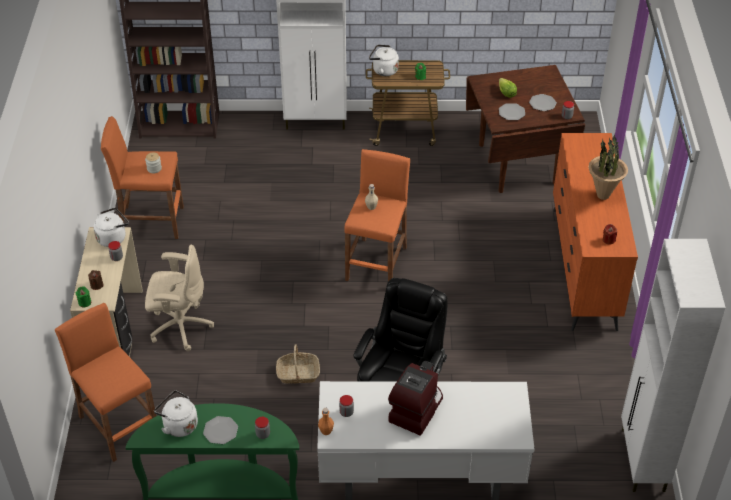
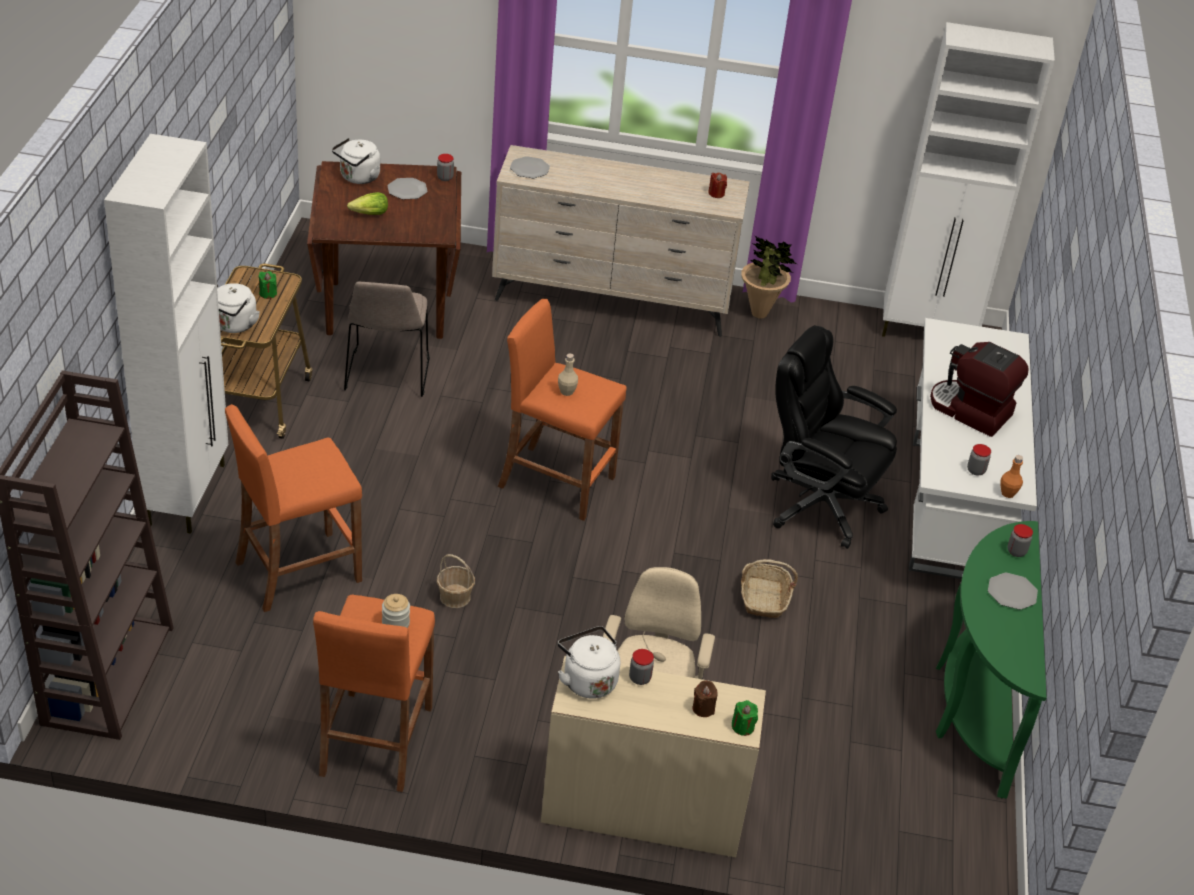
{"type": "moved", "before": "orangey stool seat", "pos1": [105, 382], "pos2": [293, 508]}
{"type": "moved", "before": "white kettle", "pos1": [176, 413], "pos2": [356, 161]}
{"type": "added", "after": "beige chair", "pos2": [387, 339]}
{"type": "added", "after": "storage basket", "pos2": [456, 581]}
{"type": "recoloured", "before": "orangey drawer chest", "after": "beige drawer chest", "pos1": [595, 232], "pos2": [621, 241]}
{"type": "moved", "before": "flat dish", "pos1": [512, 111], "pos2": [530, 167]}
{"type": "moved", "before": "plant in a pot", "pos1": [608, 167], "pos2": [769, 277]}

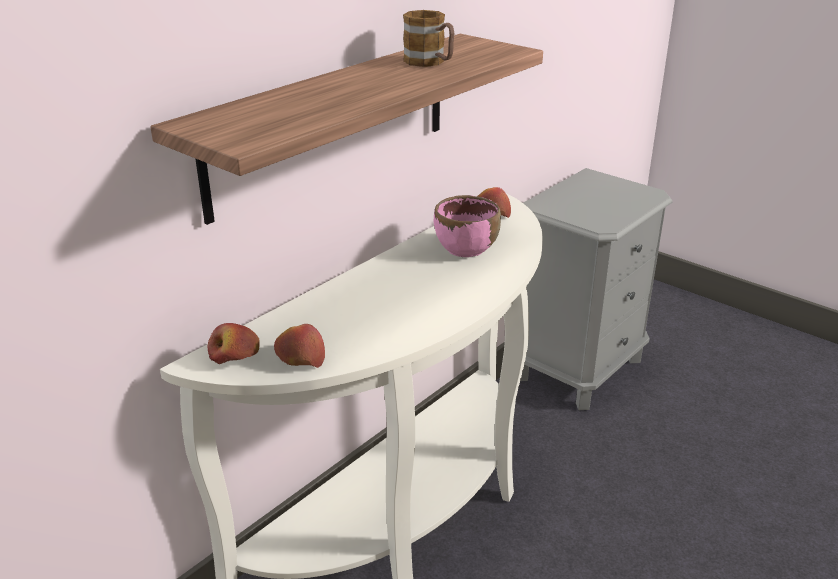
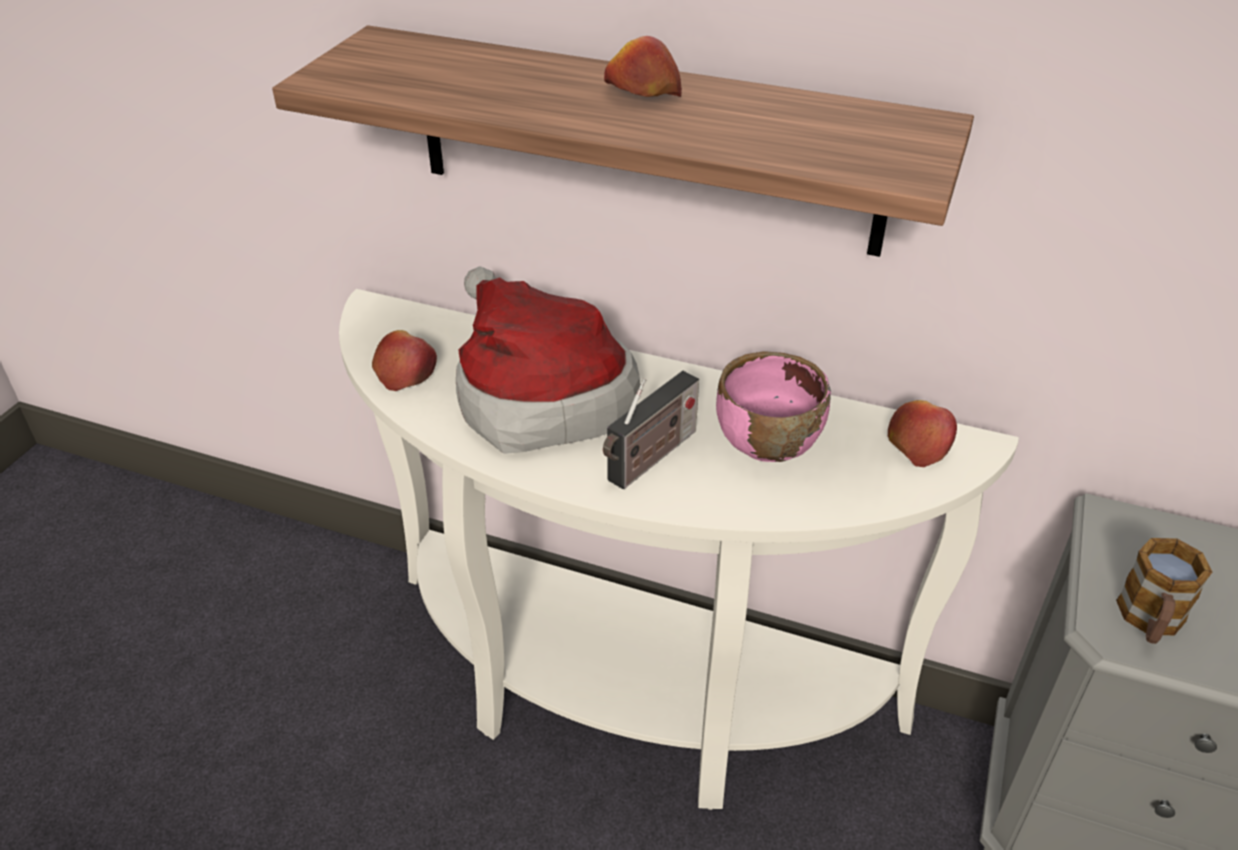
{"type": "added", "after": "clothing hat", "pos2": [548, 360]}
{"type": "added", "after": "radio", "pos2": [651, 430]}
{"type": "moved", "before": "apple", "pos1": [233, 343], "pos2": [643, 66]}
{"type": "moved", "before": "tea mug", "pos1": [428, 38], "pos2": [1164, 591]}

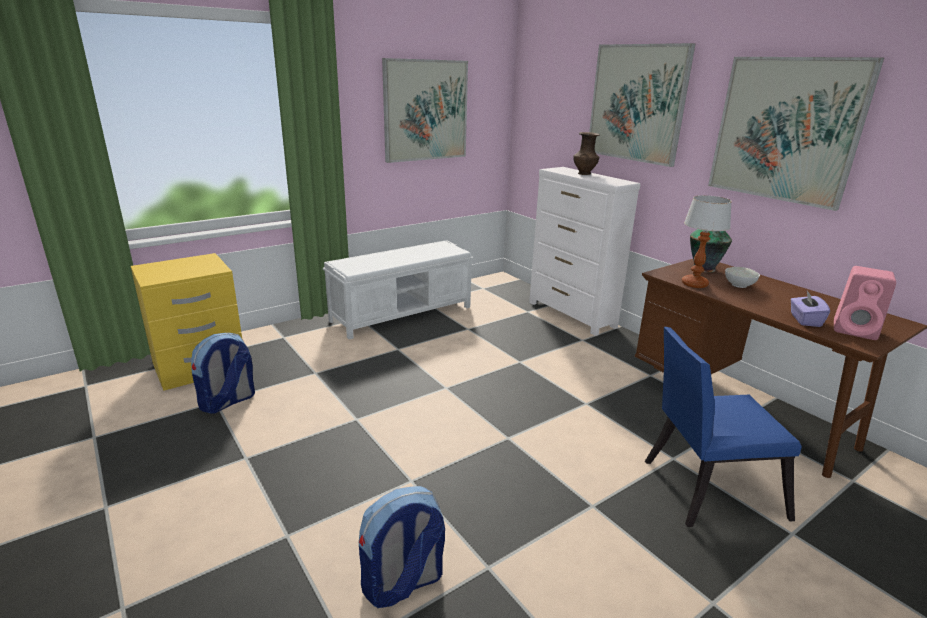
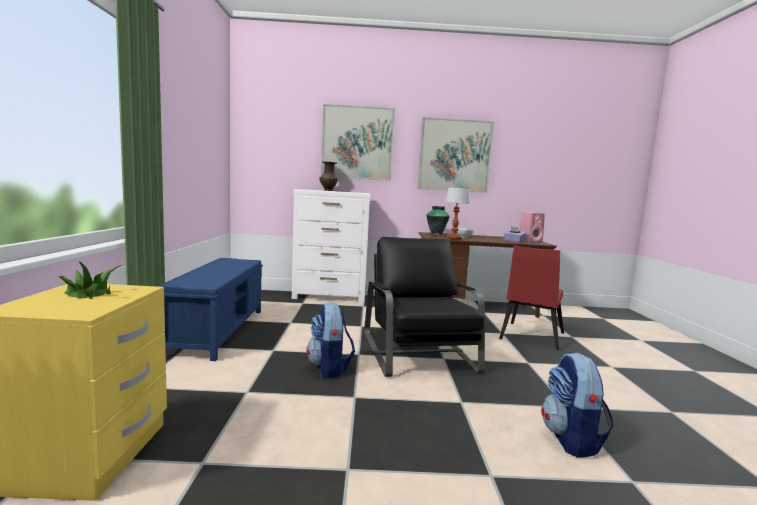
{"type": "added", "after": "plant in a pot", "pos2": [90, 280]}
{"type": "recoloured", "before": "white long seat", "after": "bluish long seat", "pos1": [398, 289], "pos2": [210, 309]}
{"type": "moved", "before": "knapsack", "pos1": [223, 373], "pos2": [330, 340]}
{"type": "added", "after": "blackish easy chair", "pos2": [424, 307]}
{"type": "recoloured", "before": "bluish chair", "after": "red chair", "pos1": [723, 427], "pos2": [531, 297]}
{"type": "removed", "before": "wall art", "pos1": [425, 110]}

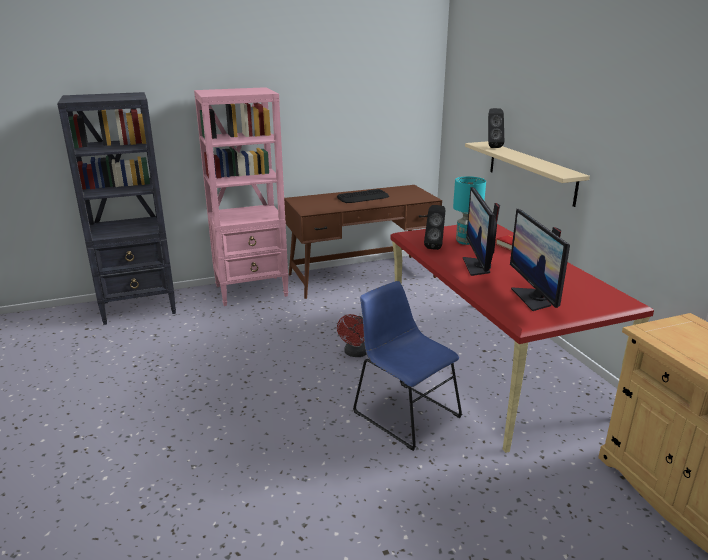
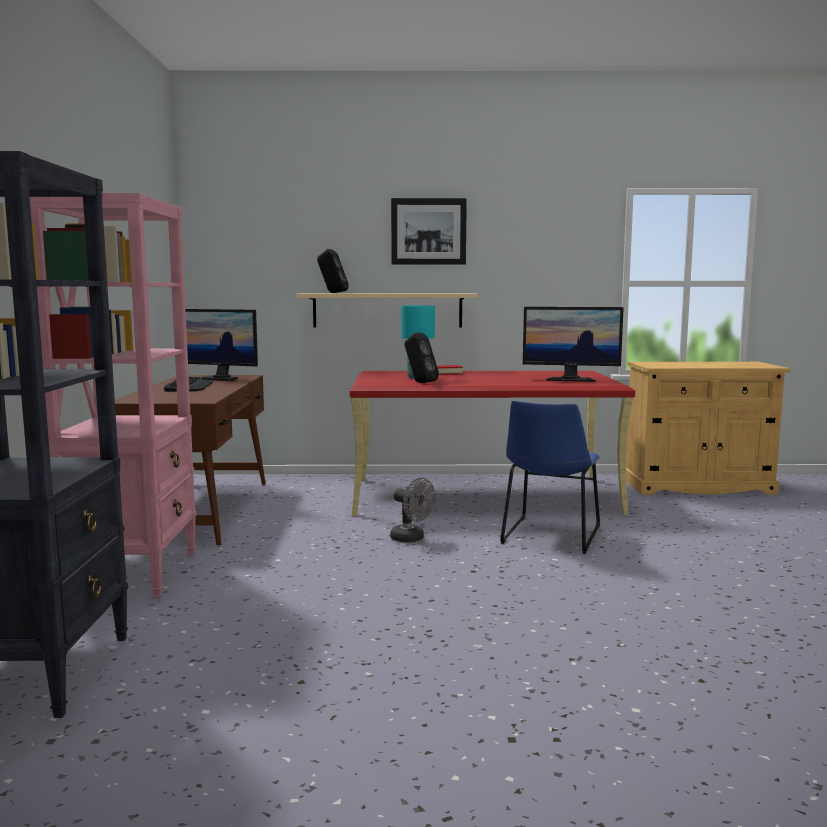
{"type": "moved", "before": "monitor", "pos1": [481, 231], "pos2": [221, 345]}
{"type": "recoloured", "before": "red fan", "after": "greyish fan", "pos1": [352, 335], "pos2": [413, 510]}
{"type": "added", "after": "wall art", "pos2": [429, 231]}
{"type": "turned", "before": "bluish chair", "pos1": [407, 366], "pos2": [550, 477], "turn": -45}

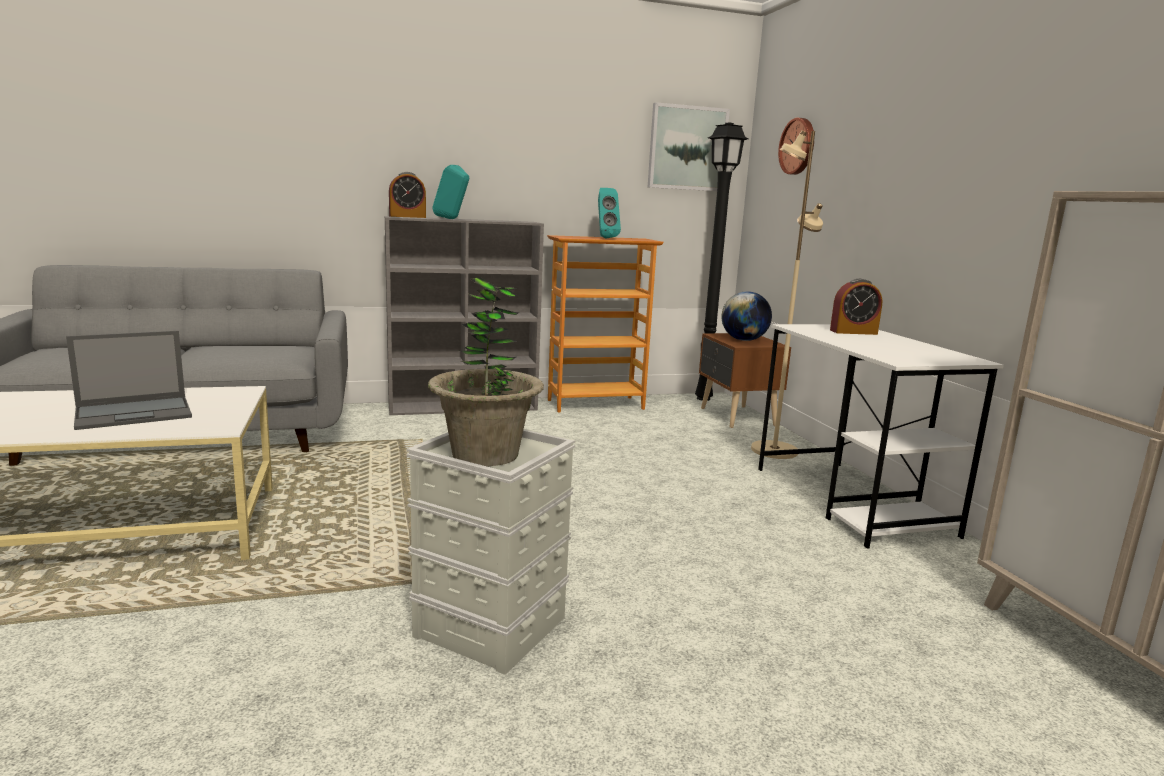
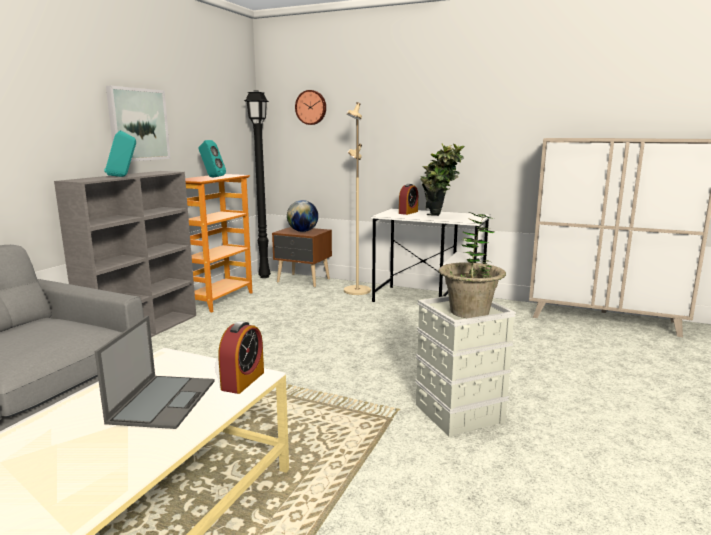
{"type": "moved", "before": "wall art", "pos1": [689, 146], "pos2": [138, 123]}
{"type": "moved", "before": "alarm clock", "pos1": [407, 195], "pos2": [241, 357]}
{"type": "added", "after": "plant in a pot", "pos2": [442, 179]}

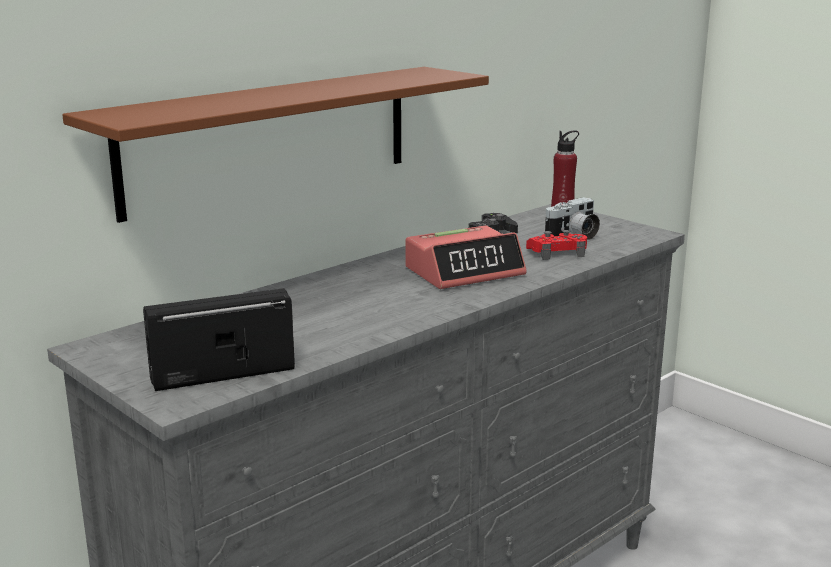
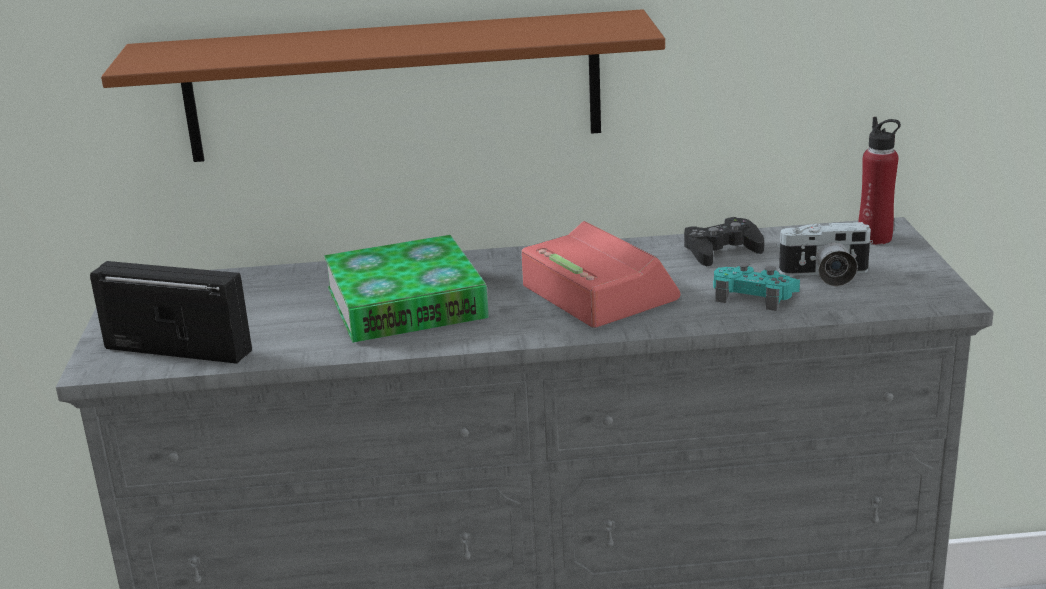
{"type": "added", "after": "bound book", "pos2": [406, 289]}
{"type": "turned", "before": "alarm clock", "pos1": [466, 257], "pos2": [600, 274], "turn": -135}
{"type": "recoloured", "before": "red joypad", "after": "blue-green joypad", "pos1": [556, 245], "pos2": [756, 286]}

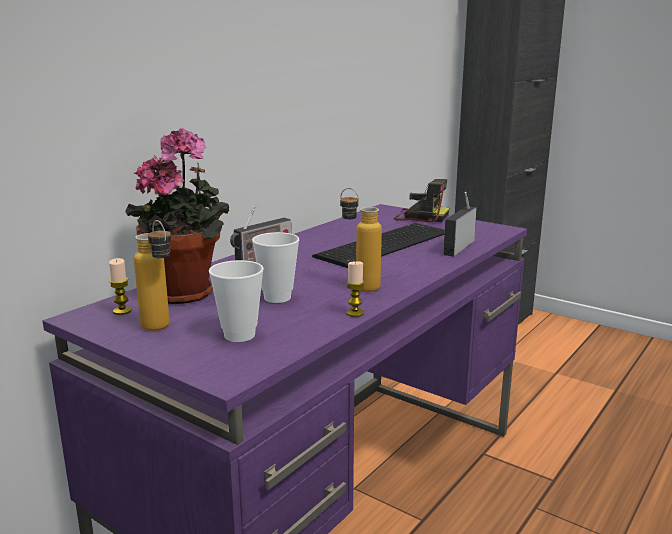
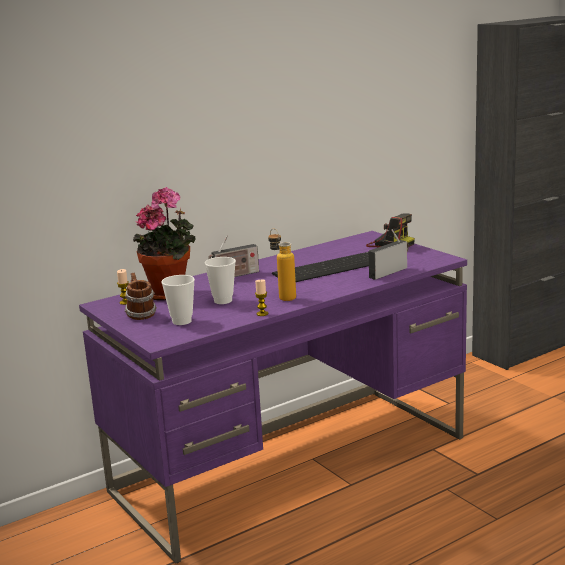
{"type": "replaced", "before": "drink bottle", "after": "tea mug", "pos1": [152, 275], "pos2": [141, 296]}

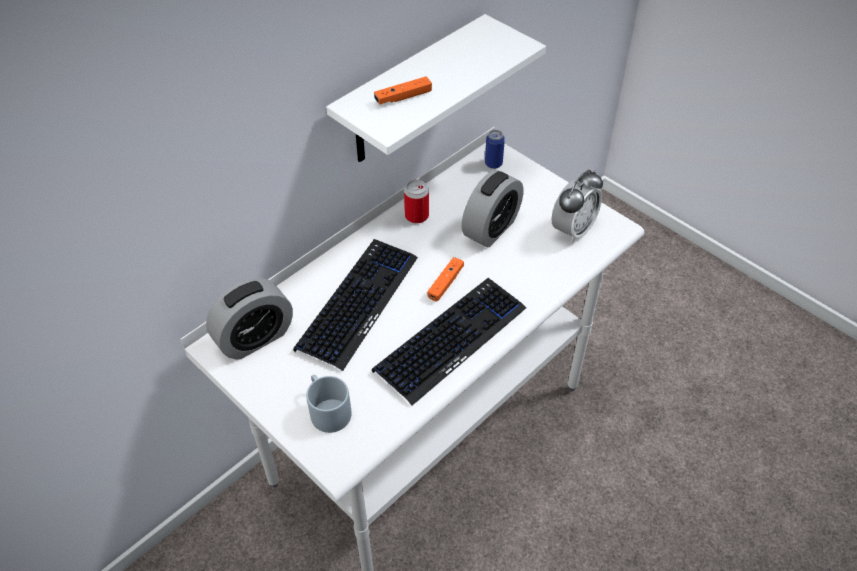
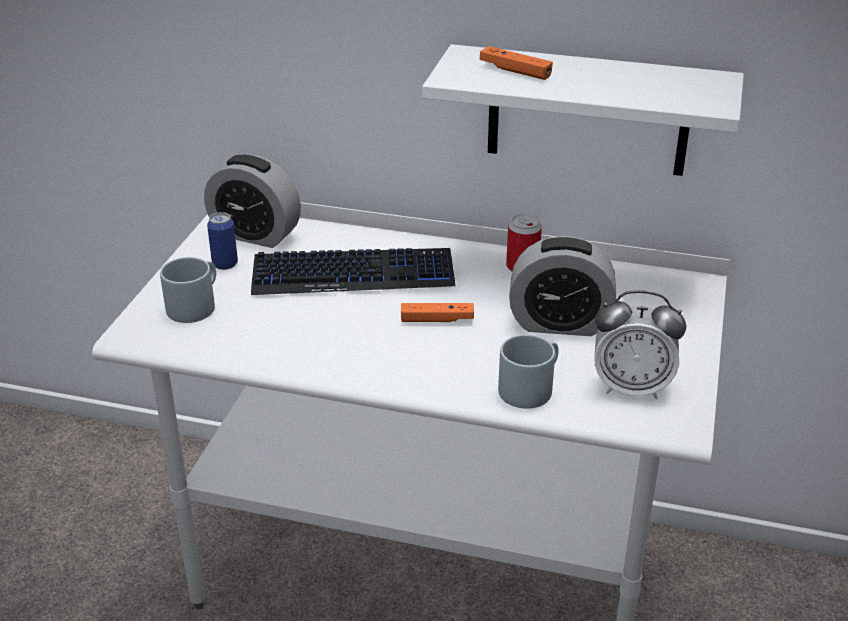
{"type": "moved", "before": "metal can", "pos1": [495, 149], "pos2": [222, 241]}
{"type": "added", "after": "greyish tea mug", "pos2": [528, 372]}
{"type": "removed", "before": "keyboard", "pos1": [449, 341]}

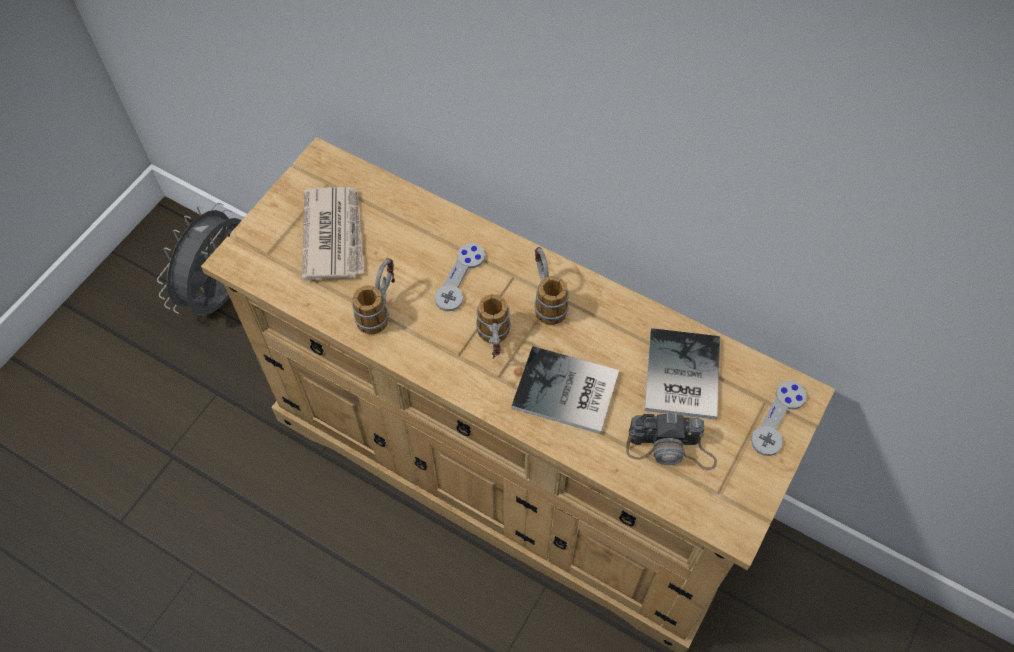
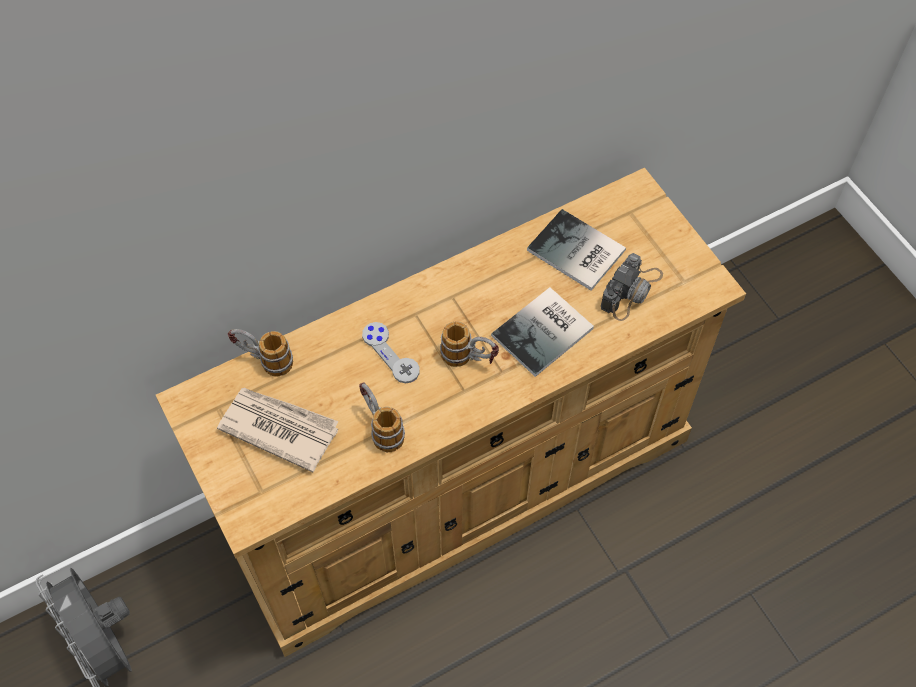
{"type": "moved", "before": "tea mug", "pos1": [551, 286], "pos2": [260, 353]}
{"type": "removed", "before": "greyish joypad", "pos1": [779, 418]}

